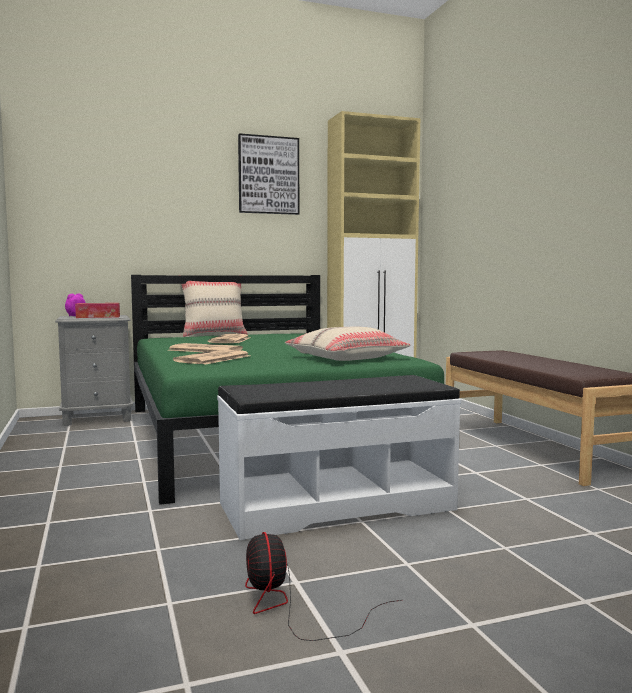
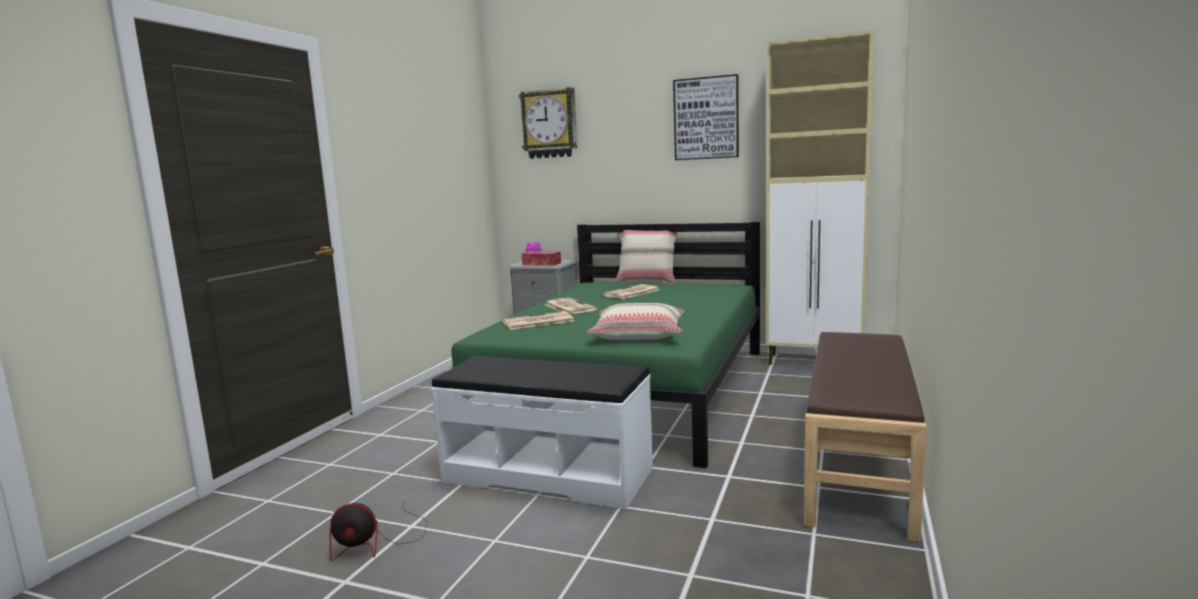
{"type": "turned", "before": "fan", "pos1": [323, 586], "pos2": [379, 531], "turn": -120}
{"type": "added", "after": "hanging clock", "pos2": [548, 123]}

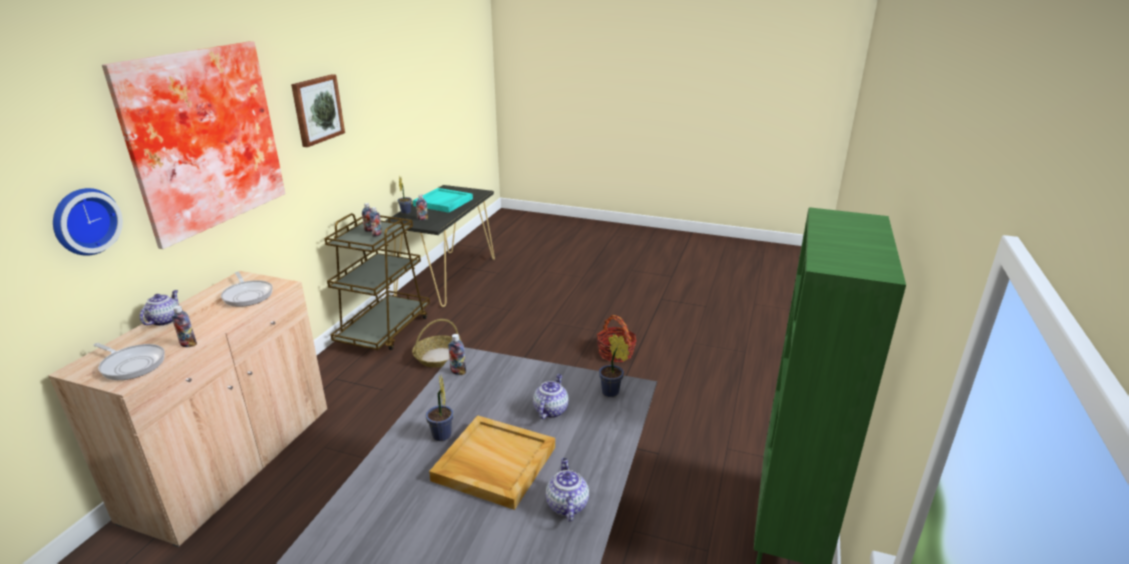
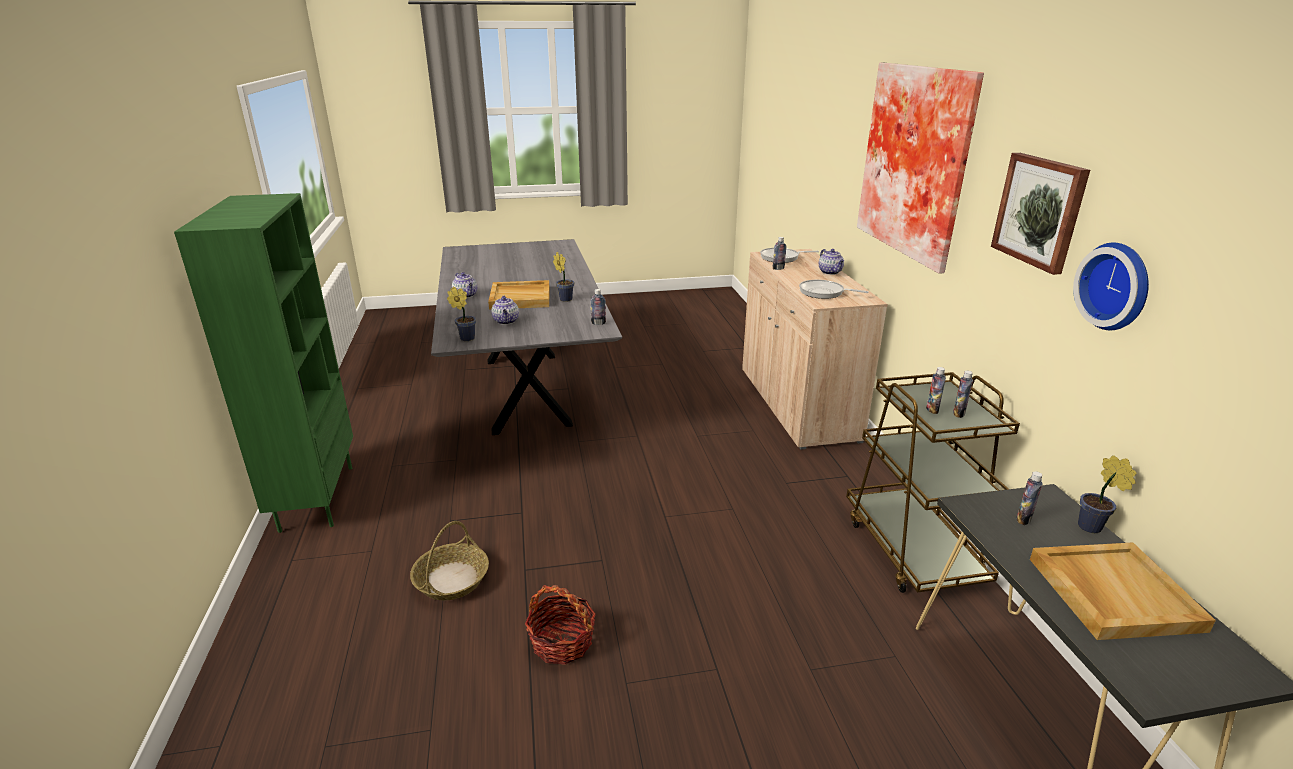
{"type": "moved", "before": "storage basket", "pos1": [436, 343], "pos2": [449, 560]}
{"type": "recoloured", "before": "blue-green carrying tray", "after": "beige carrying tray", "pos1": [443, 200], "pos2": [1123, 591]}
{"type": "moved", "before": "hanging clock", "pos1": [88, 222], "pos2": [1111, 286]}

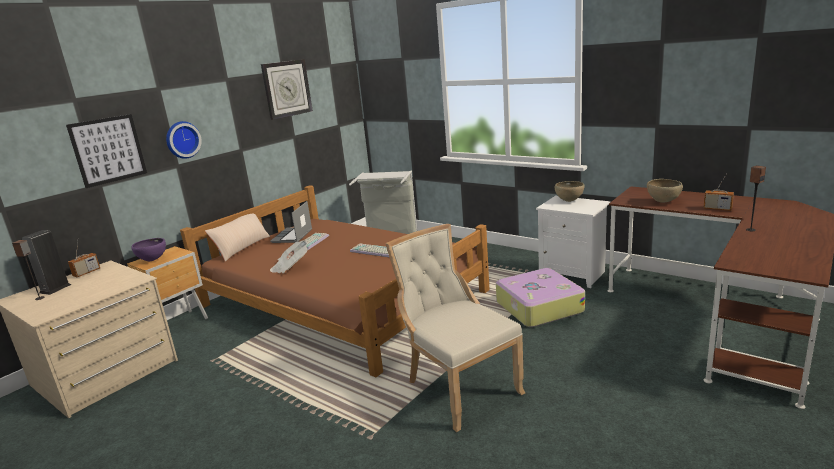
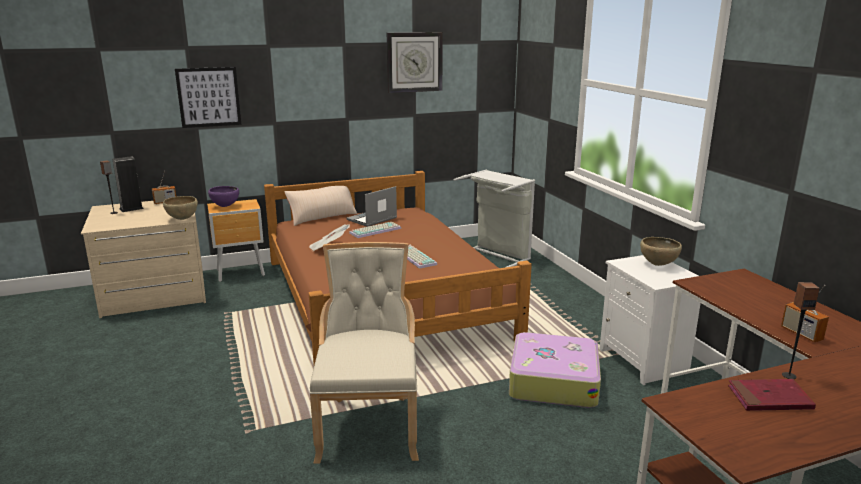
{"type": "moved", "before": "brownish deep dish", "pos1": [665, 191], "pos2": [180, 208]}
{"type": "added", "after": "red bound book", "pos2": [772, 395]}
{"type": "removed", "before": "hanging clock", "pos1": [184, 140]}

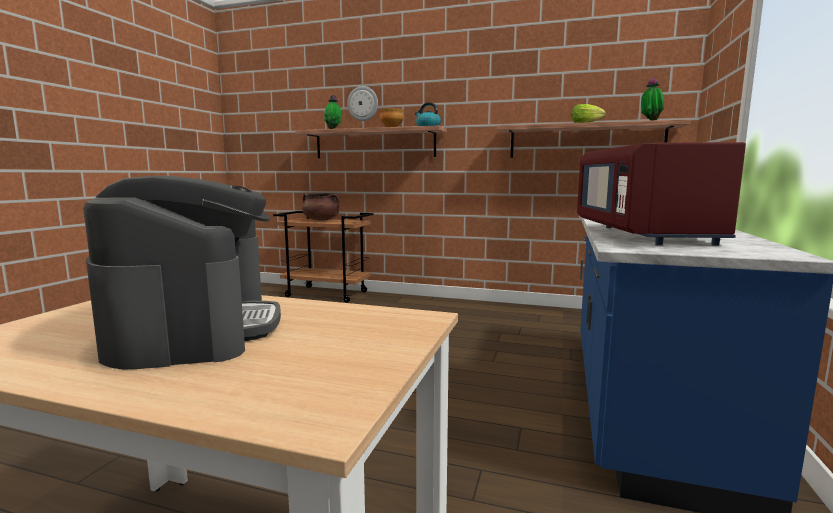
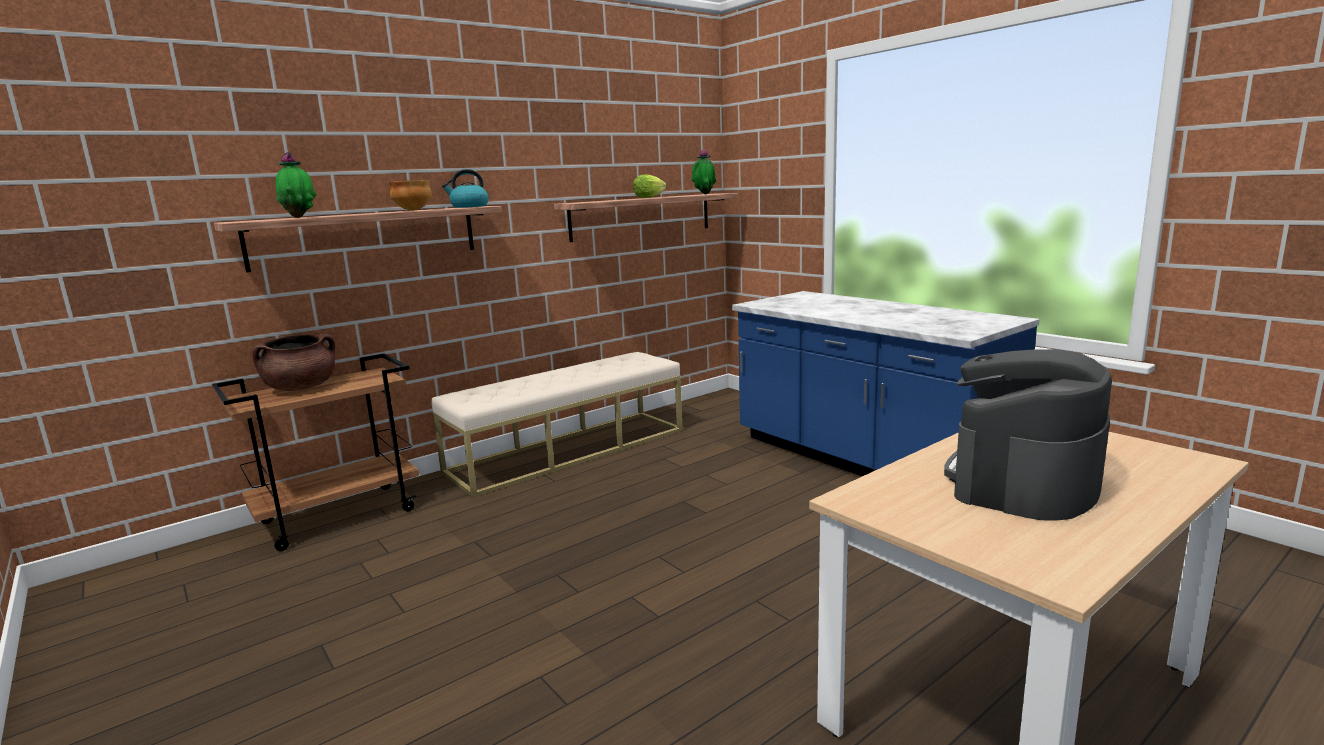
{"type": "added", "after": "beige long seat", "pos2": [557, 425]}
{"type": "turned", "before": "coffee maker", "pos1": [182, 272], "pos2": [1028, 435], "turn": -75}
{"type": "removed", "before": "hanging clock", "pos1": [362, 103]}
{"type": "removed", "before": "red microwave oven", "pos1": [661, 194]}

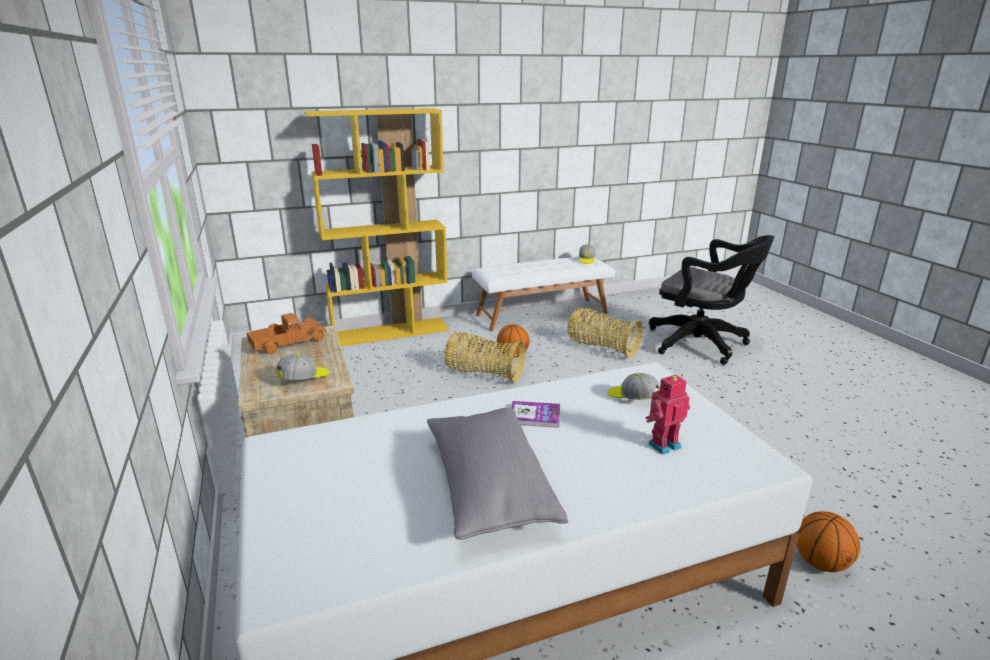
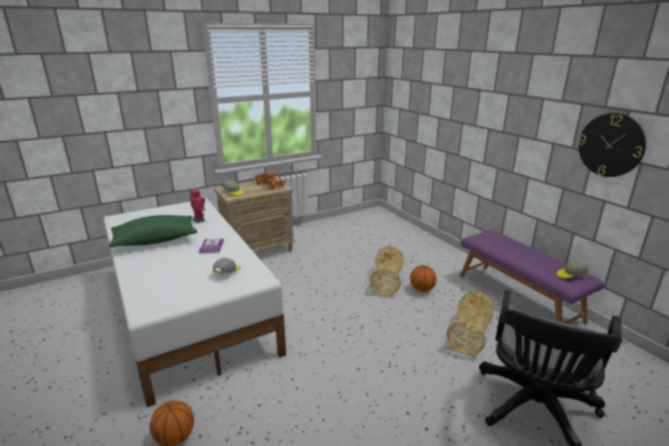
{"type": "recoloured", "before": "greyish throw pillow", "after": "green-coloured throw pillow", "pos1": [497, 474], "pos2": [153, 231]}
{"type": "moved", "before": "robot figure", "pos1": [667, 415], "pos2": [198, 205]}
{"type": "recoloured", "before": "white long seat", "after": "purplish long seat", "pos1": [543, 293], "pos2": [532, 277]}
{"type": "added", "after": "hanging clock", "pos2": [612, 145]}
{"type": "removed", "before": "yellowish bookcase", "pos1": [376, 227]}

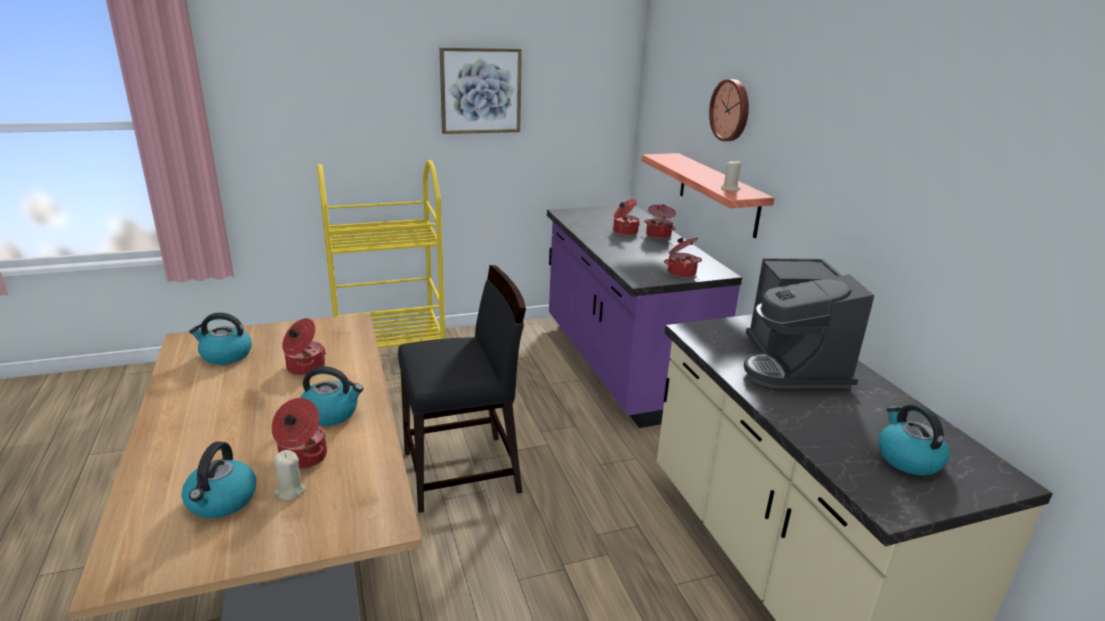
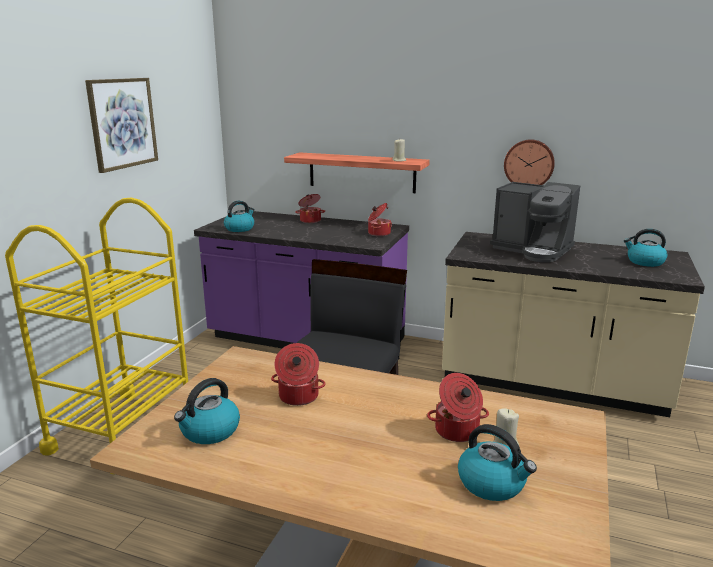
{"type": "moved", "before": "kettle", "pos1": [332, 396], "pos2": [239, 216]}
{"type": "moved", "before": "hanging clock", "pos1": [729, 110], "pos2": [529, 162]}
{"type": "removed", "before": "stockpot", "pos1": [626, 217]}

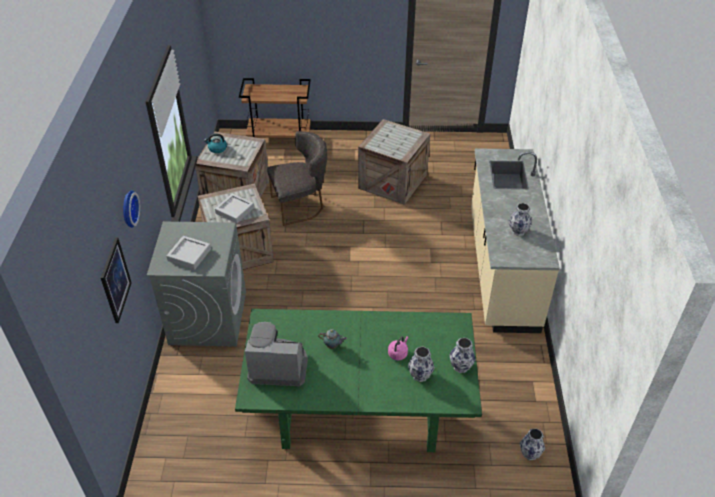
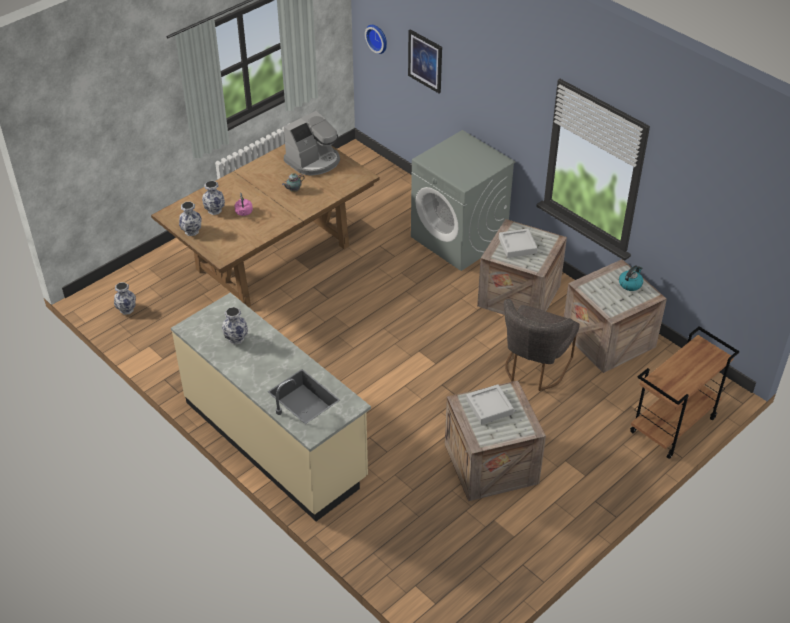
{"type": "recoloured", "before": "green-coloured dining table", "after": "brownish dining table", "pos1": [358, 380], "pos2": [265, 225]}
{"type": "moved", "before": "hanging clock", "pos1": [131, 209], "pos2": [376, 39]}
{"type": "moved", "before": "greyish carrying tray", "pos1": [188, 253], "pos2": [490, 404]}

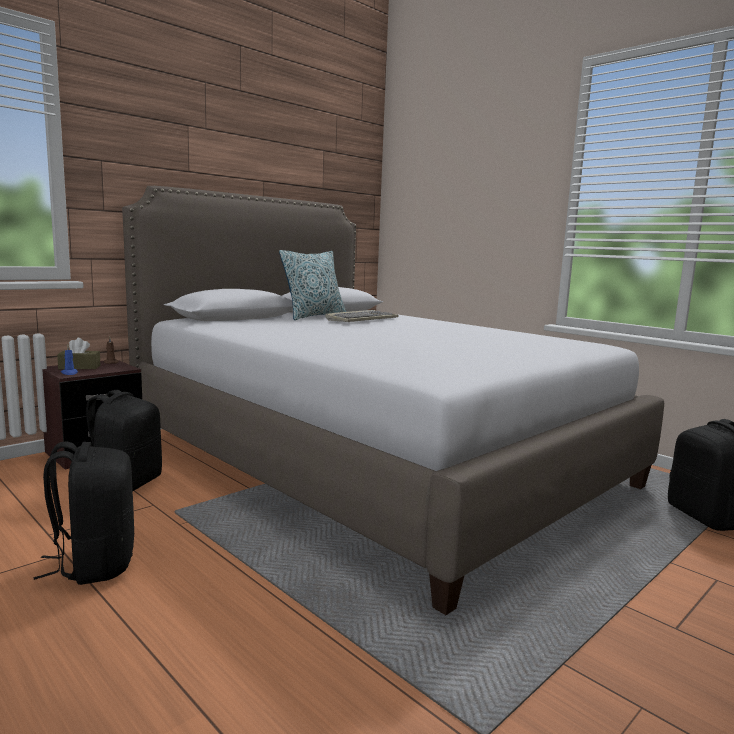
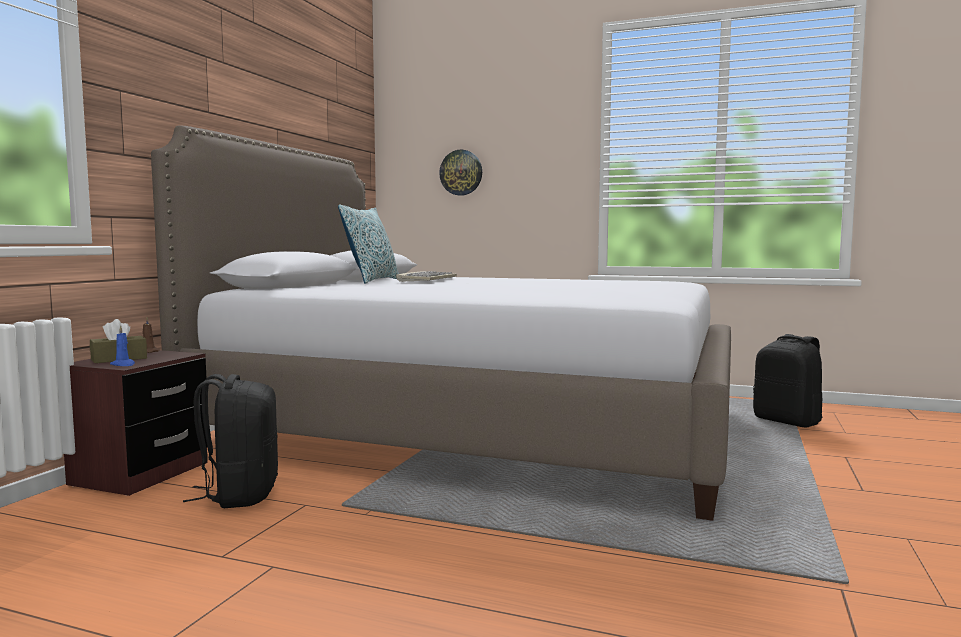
{"type": "added", "after": "hanging clock", "pos2": [460, 173]}
{"type": "removed", "before": "blackish knapsack", "pos1": [83, 513]}

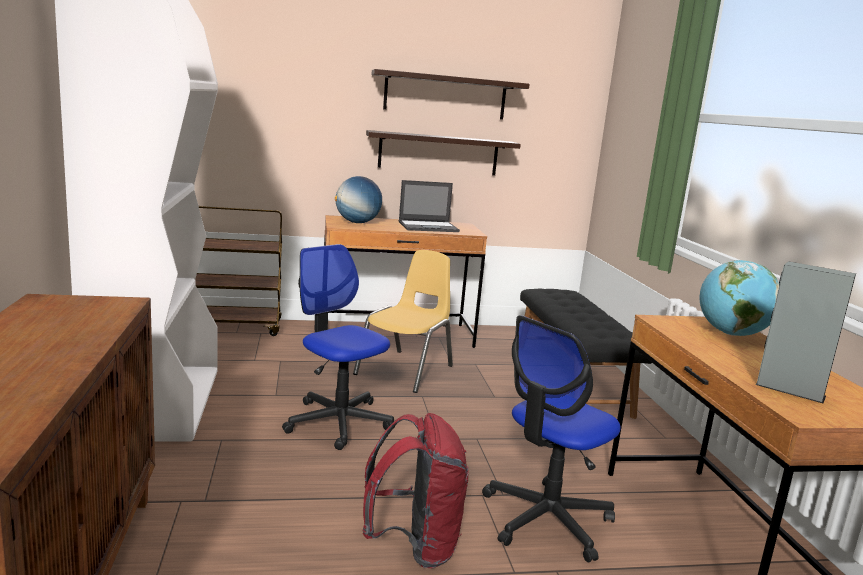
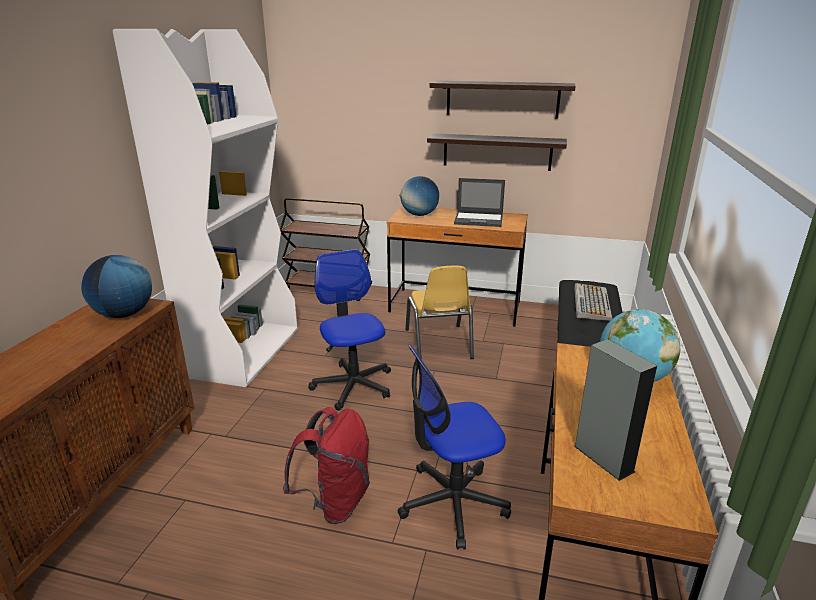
{"type": "added", "after": "world globe", "pos2": [116, 286]}
{"type": "turned", "before": "yellowish chair", "pos1": [403, 321], "pos2": [439, 312], "turn": 120}
{"type": "added", "after": "keyboard", "pos2": [593, 302]}

